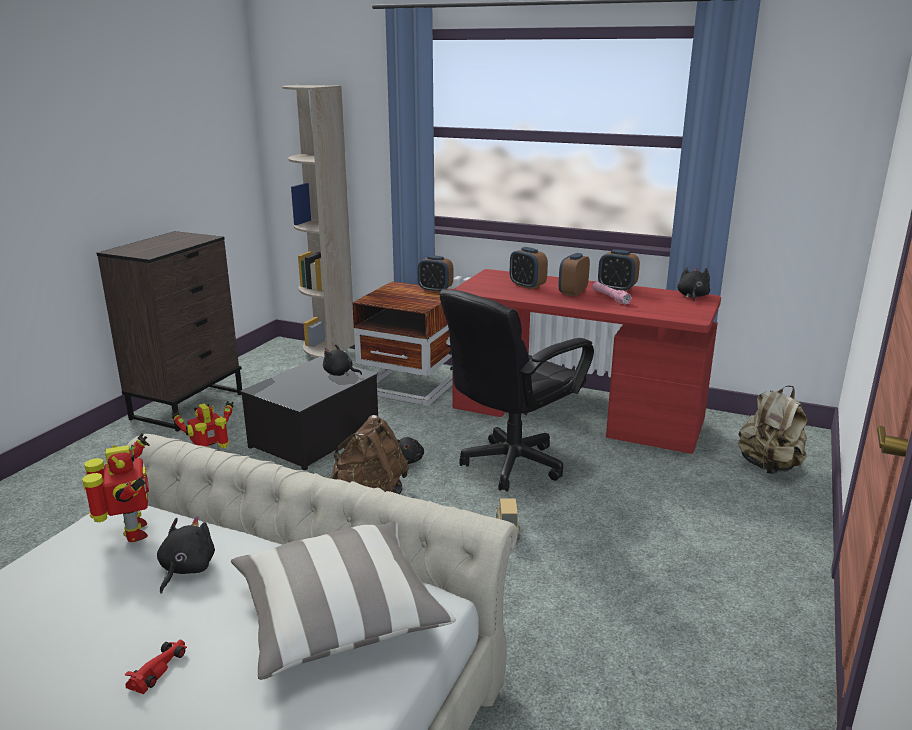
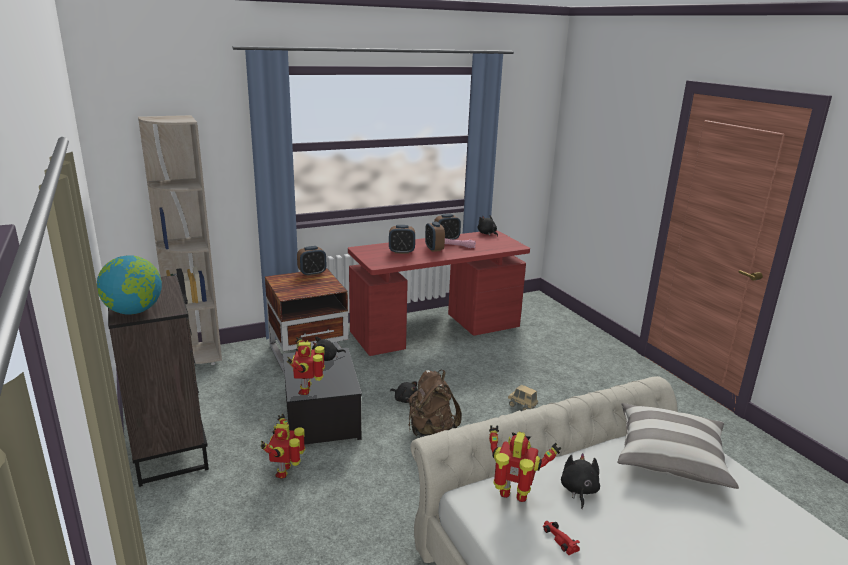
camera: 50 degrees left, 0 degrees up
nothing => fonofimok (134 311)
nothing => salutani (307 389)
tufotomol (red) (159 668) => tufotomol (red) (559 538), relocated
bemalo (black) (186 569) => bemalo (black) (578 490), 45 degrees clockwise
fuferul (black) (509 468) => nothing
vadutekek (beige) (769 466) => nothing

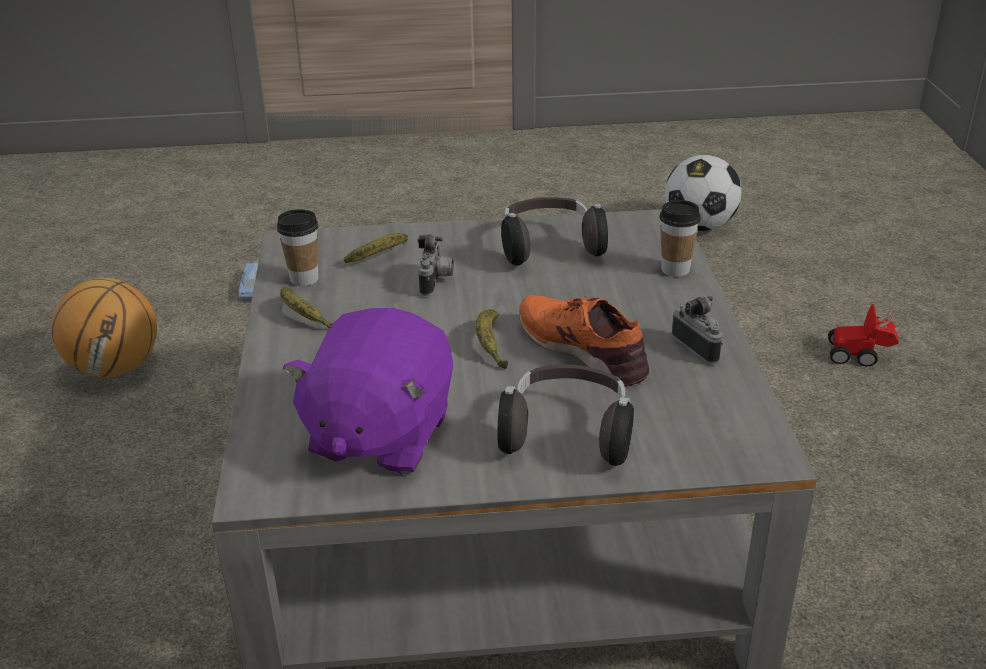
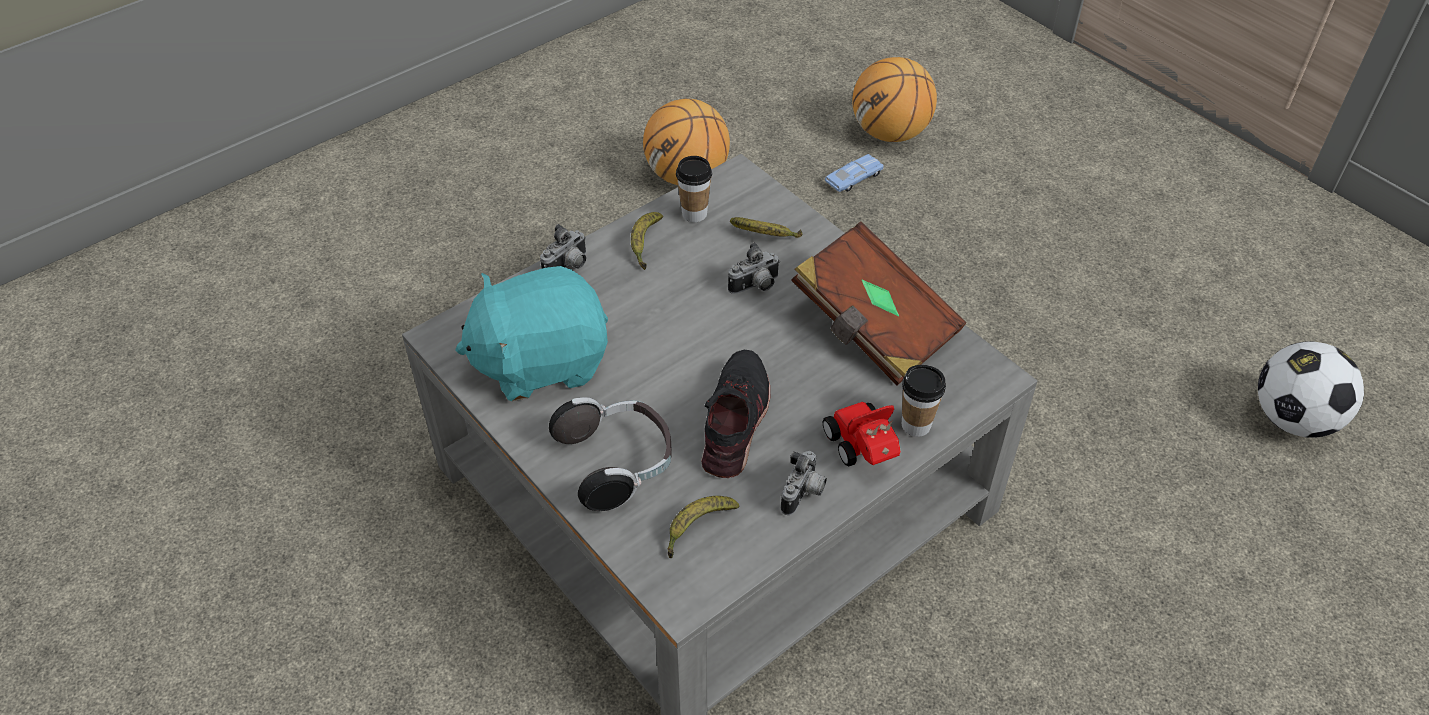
camera: 55 degrees right, 15 degrees up
bemalo (purple) (379 434) => bemalo (turquoise) (541 361)
nothing => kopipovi (568 267)
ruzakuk (490 345) => ruzakuk (697 528), relocated
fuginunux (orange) (584 349) => fuginunux (black) (737 421)
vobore (549 247) => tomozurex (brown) (873 326)
tufotomol (860 355) => tufotomol (863 450), relocated
nothing => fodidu (890 133)

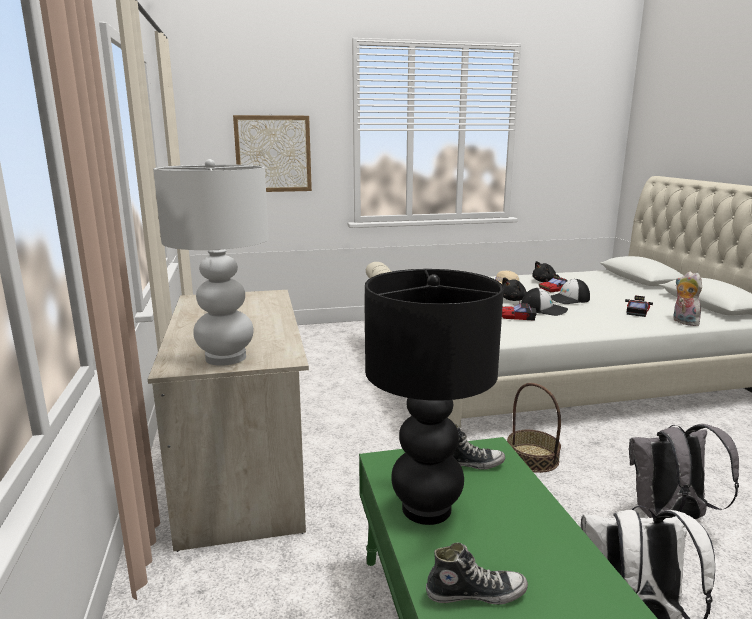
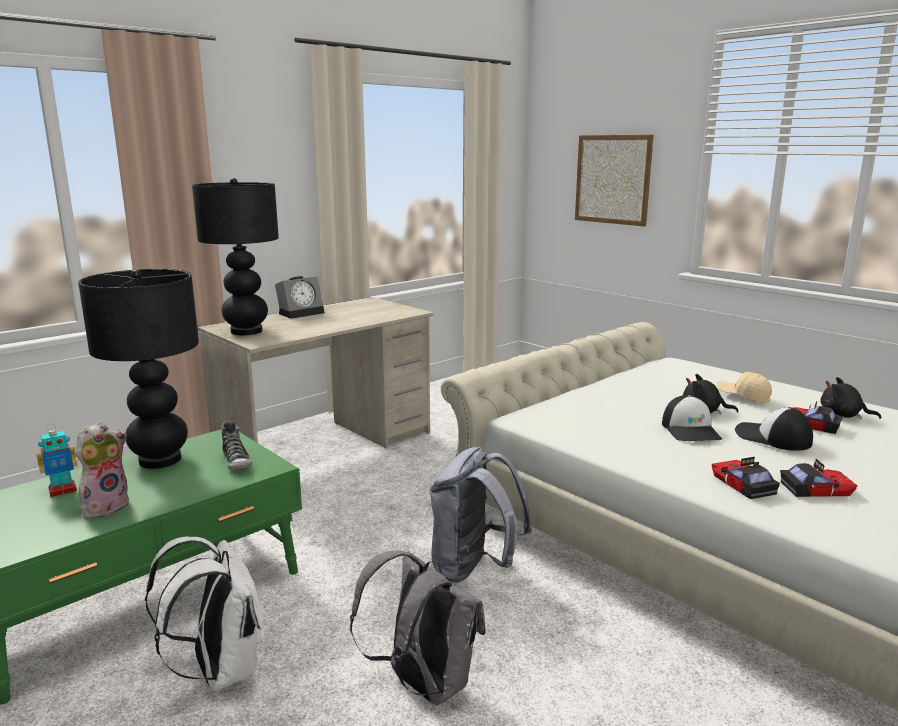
camera: 60 degrees right, 0 degrees up
fuginunux (475 593) => salutani (62 490)
bemalo (683 322) => bemalo (106 506), relocated
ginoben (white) (225 357) => ginoben (black) (247 331)
nothing => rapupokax (302 313)
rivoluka (532 458) => vadutekek (grey) (474 569)
tufotomol (517 316) => tufotomol (743 484), relocated

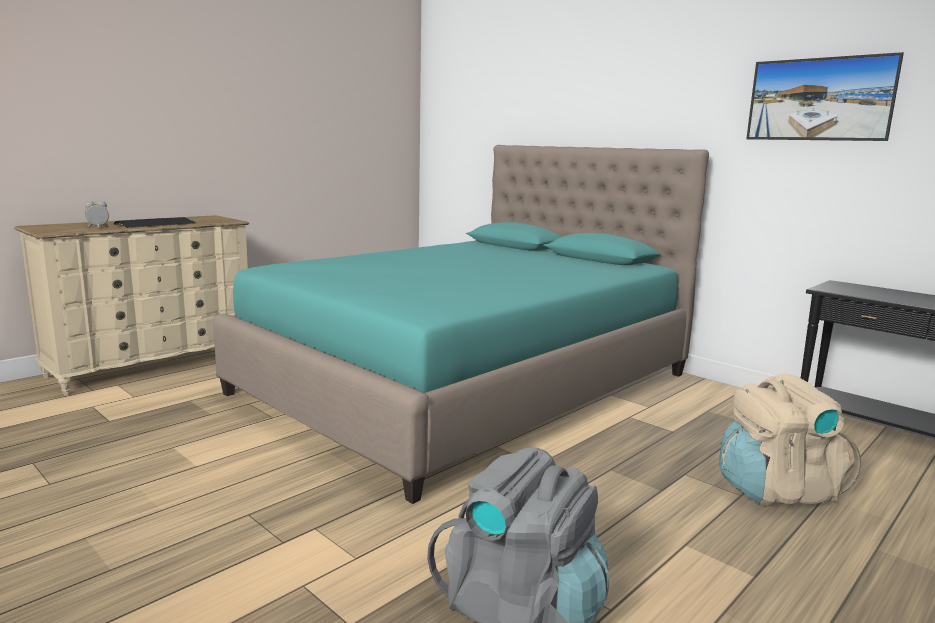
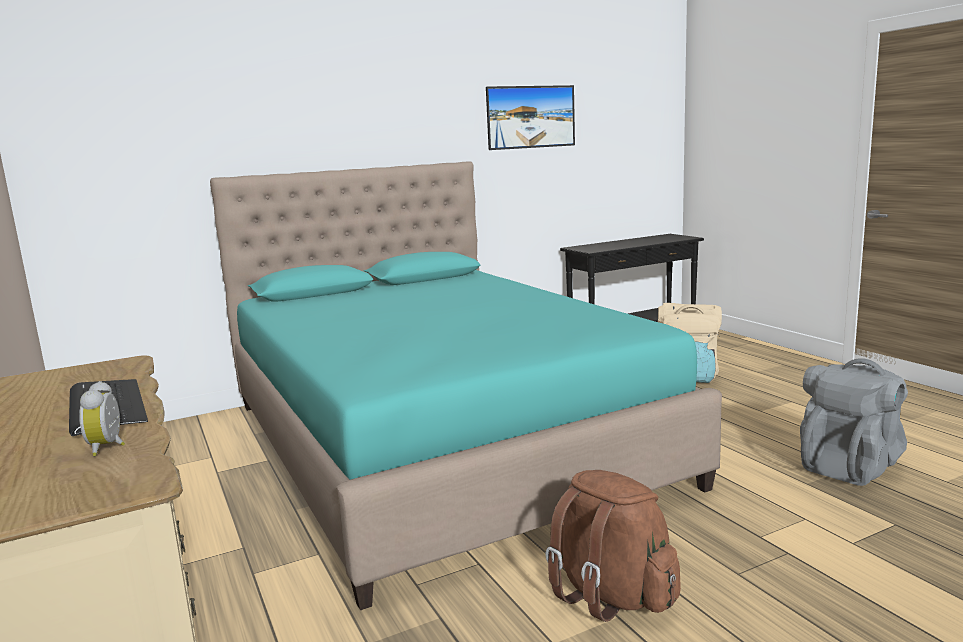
camera: 70 degrees left, 0 degrees up
nothing => vadutekek (brown) (611 594)

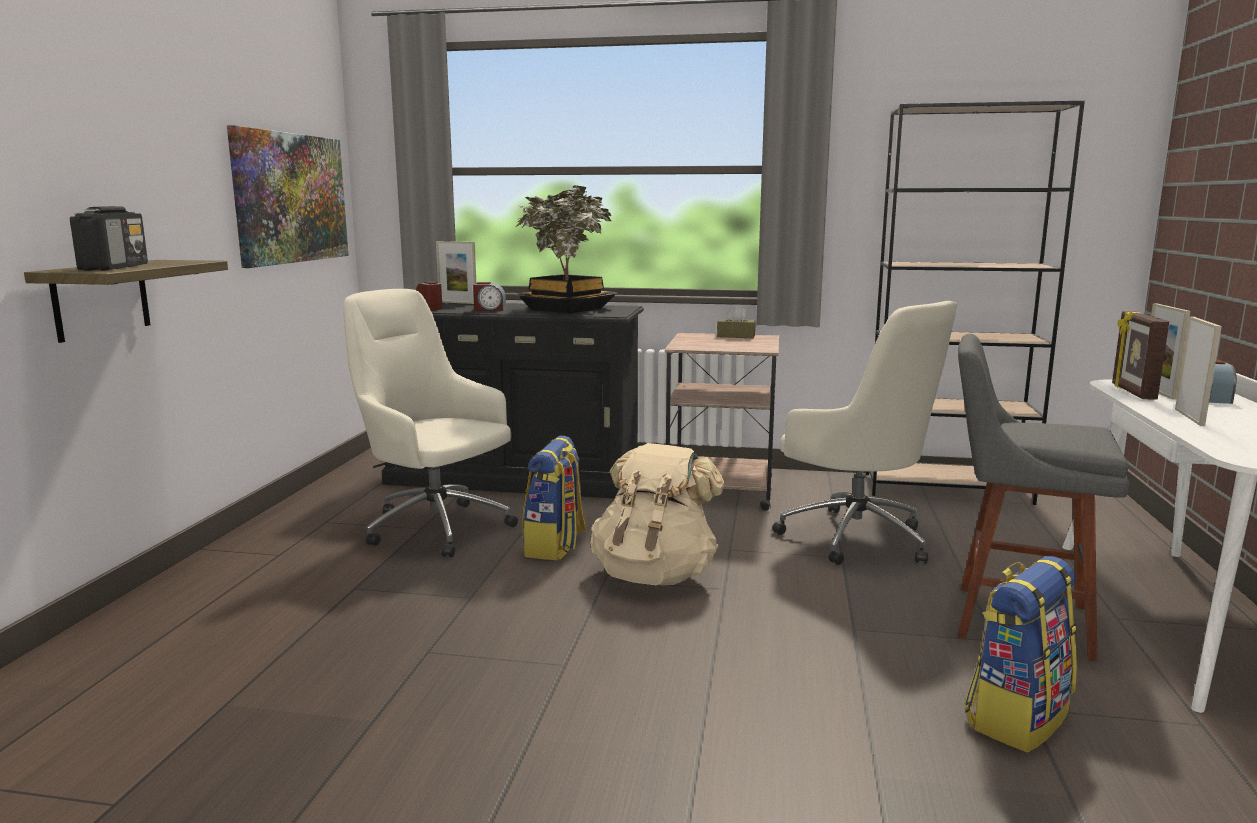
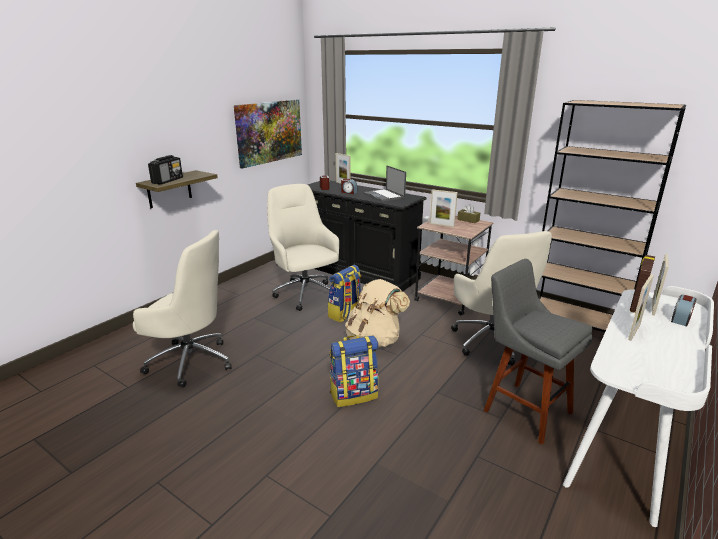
camera: 25 degrees right, 10 degrees up
nothing => fuferul (beige) (191 362)
vadutekek (1016 717) => vadutekek (354 394), relocated
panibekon (567 309) => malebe (384 196)
nothing => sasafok (441 225)

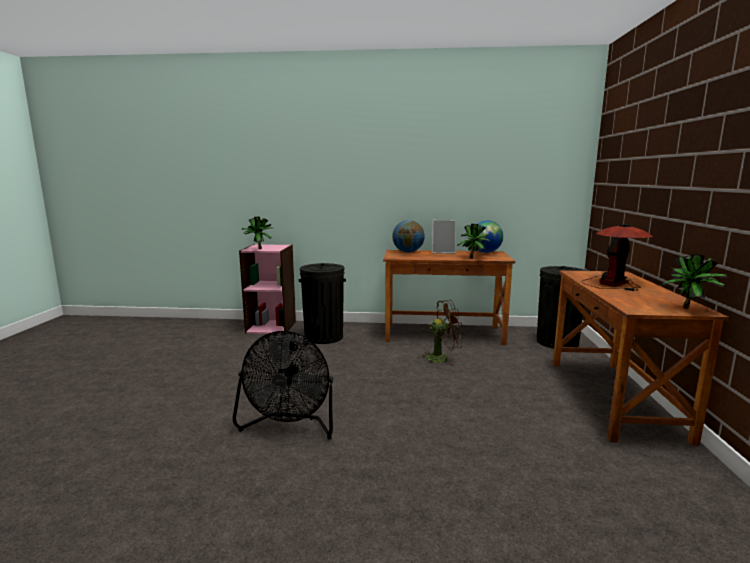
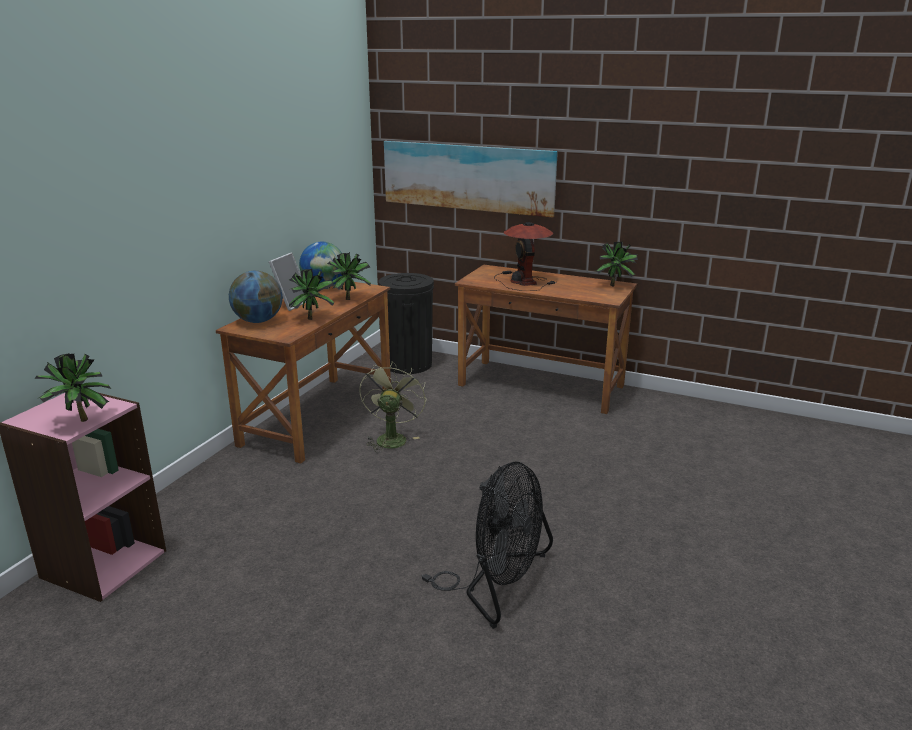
camera: 70 degrees left, 10 degrees up
nothing => panibekon (312 318)
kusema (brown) (442 358) => kusema (green) (392 438)
nothing => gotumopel (468 177)
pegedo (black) (324 337) => nothing

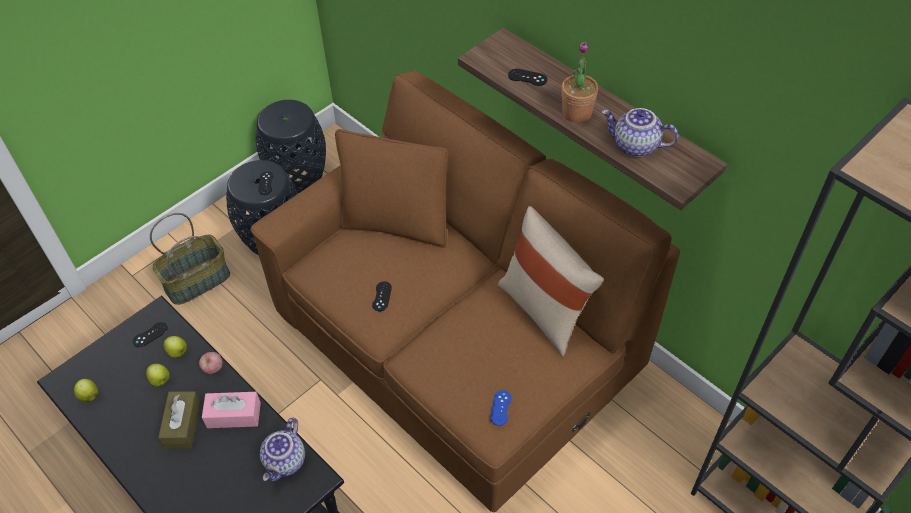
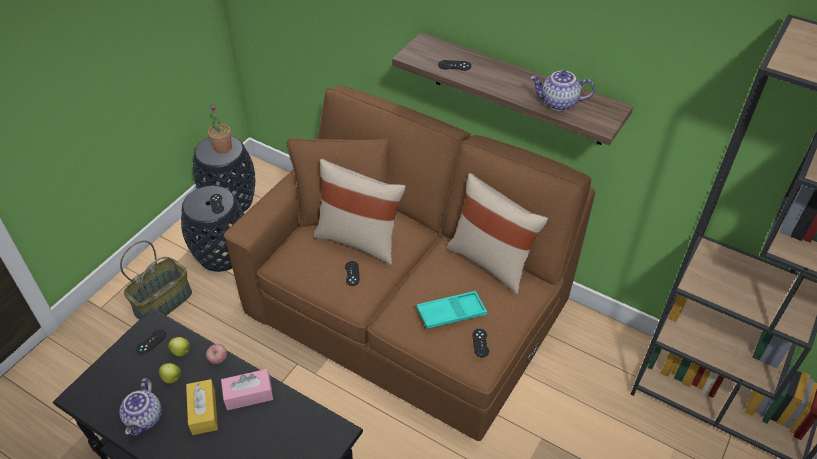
camera: 15 degrees left, 5 degrees down
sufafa (286 462) => sufafa (145 419), relocated
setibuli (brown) (182 425) => setibuli (yellow) (203 412)
panibekon (577 113) => panibekon (222 147), relocated
nothing => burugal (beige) (359 240)
nothing => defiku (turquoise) (451 313)
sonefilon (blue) (501 408) => sonefilon (black) (480 343)
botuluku (89 395) => nothing

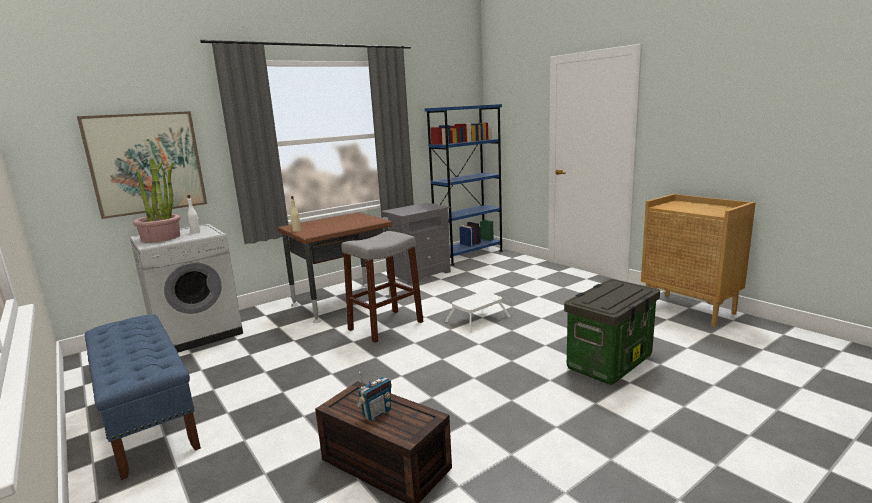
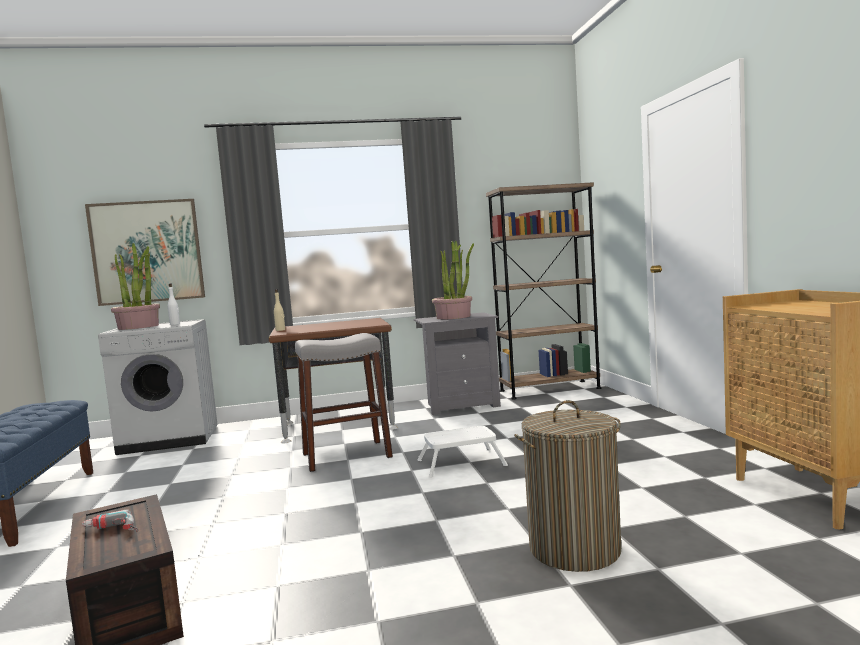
camera: 25 degrees right, 10 degrees down
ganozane (377 413) => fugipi (110 531)
nothing => panibekon (454 317)
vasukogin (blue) (469 255) => vasukogin (brown) (549 389)
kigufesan (609 362) => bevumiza (574 549)

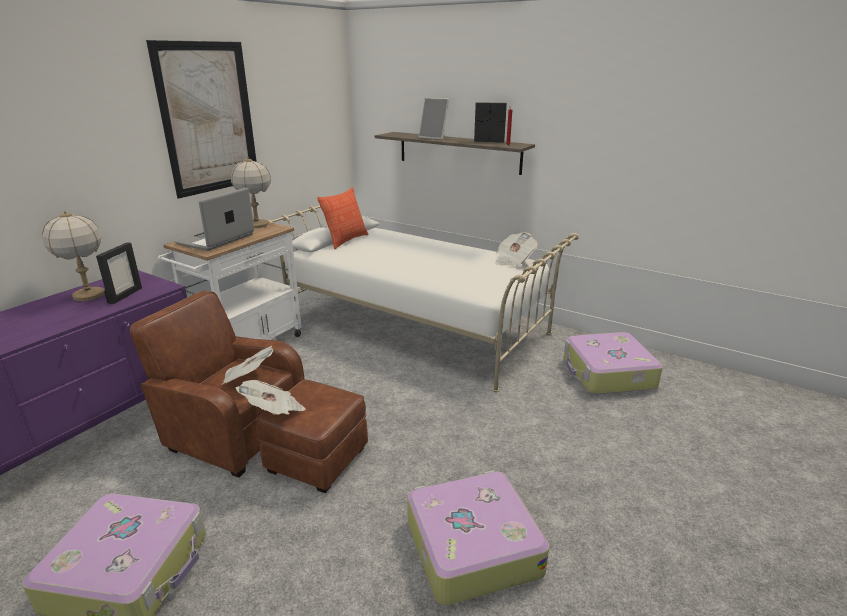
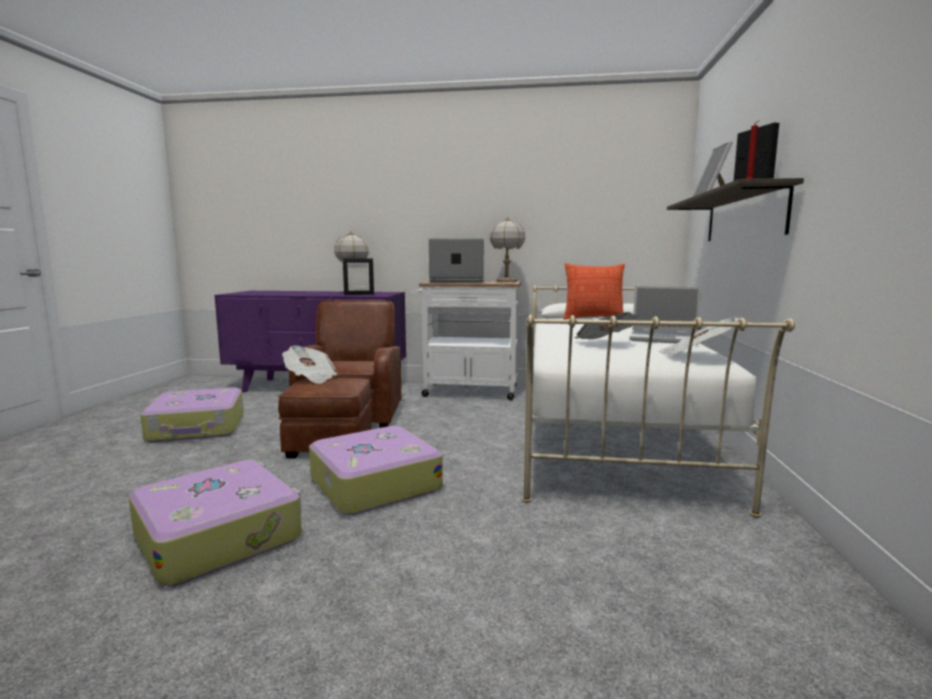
camera: 65 degrees right, 15 degrees down
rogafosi (607 374) => rogafosi (373 484), relocated
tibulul (248 377) => tibulul (604 343), relocated
nothing => malebe (665 339)
gotumopel (209 118) => nothing

